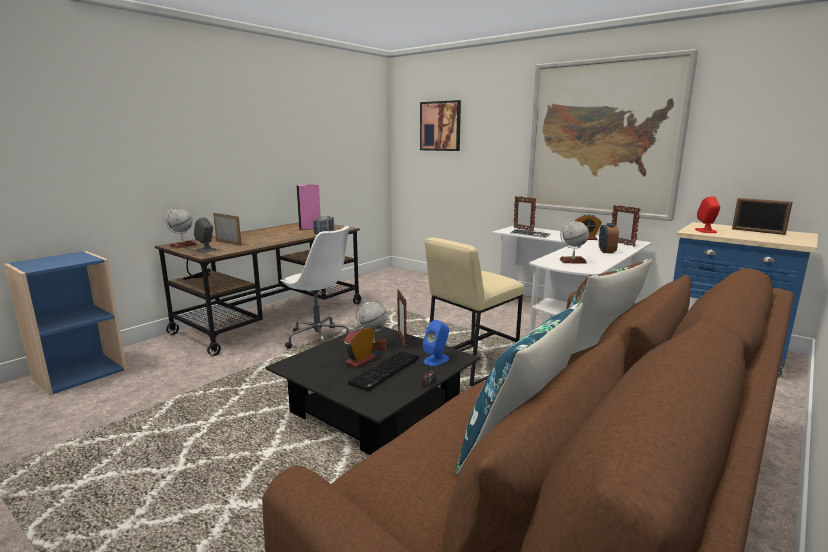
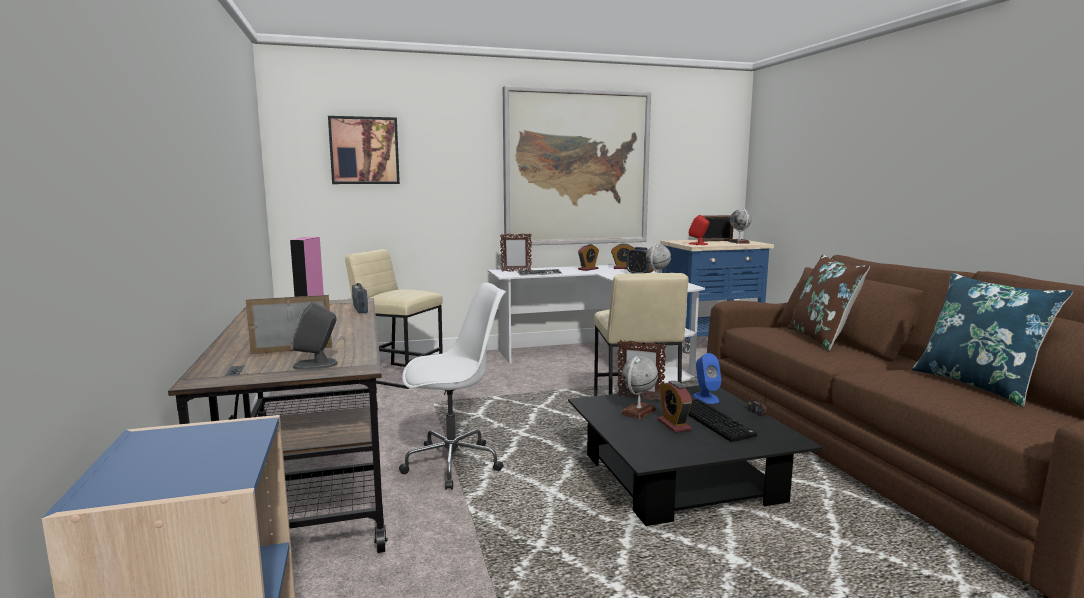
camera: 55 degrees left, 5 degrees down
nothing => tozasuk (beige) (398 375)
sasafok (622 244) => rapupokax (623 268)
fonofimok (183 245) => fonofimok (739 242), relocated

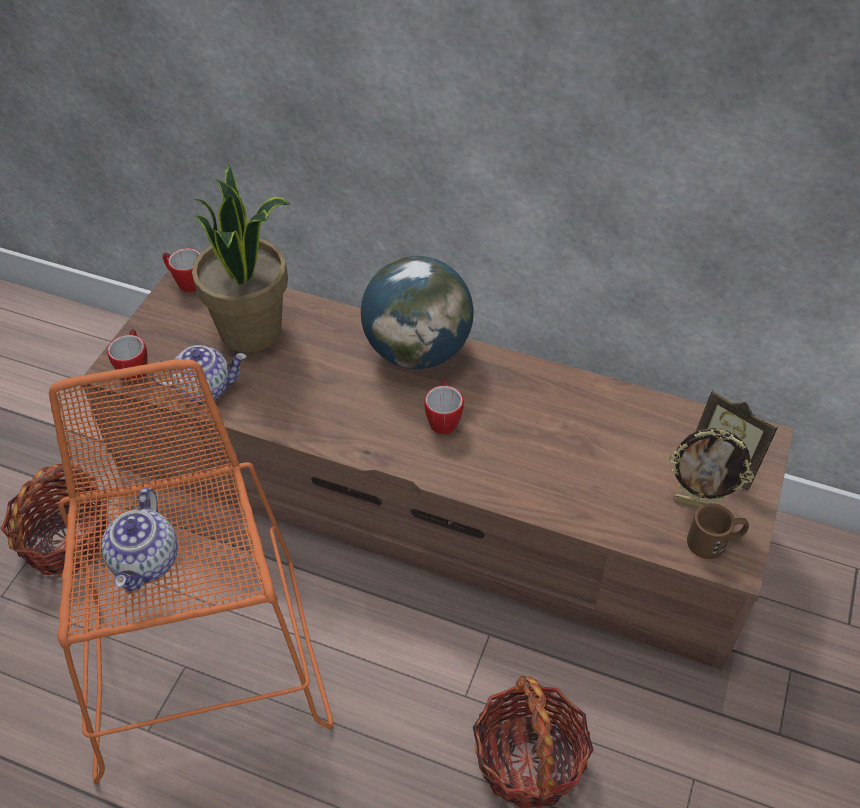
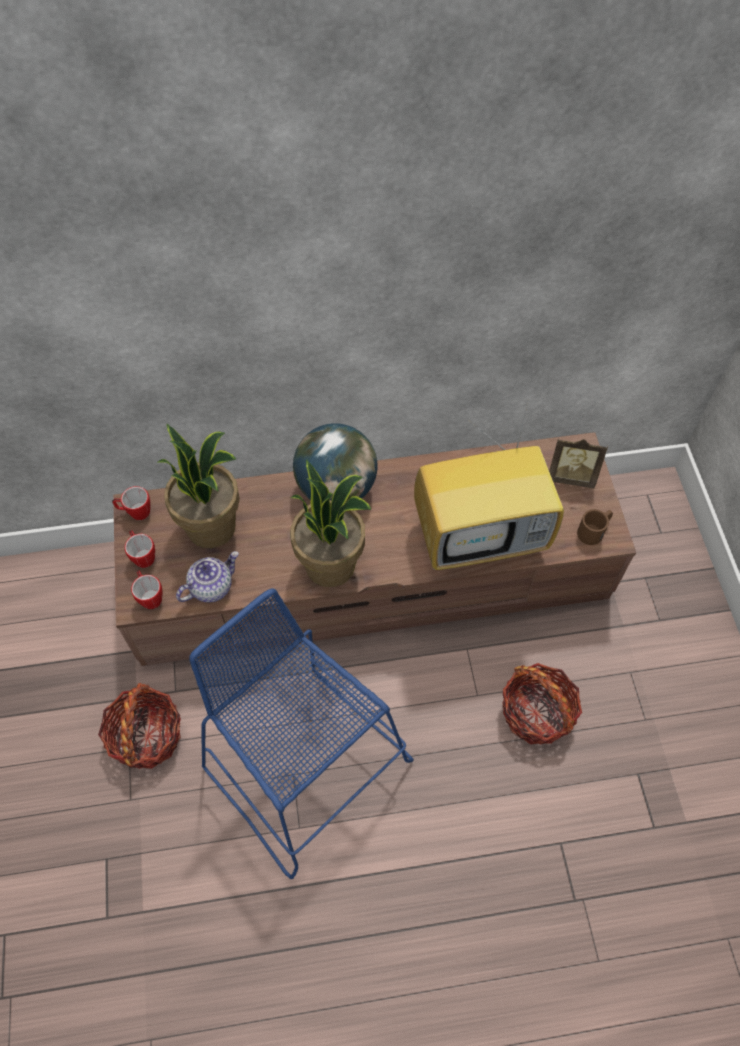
camera: 30 degrees left, 10 degrees up
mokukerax (443 419) => mokukerax (142 555), relocated
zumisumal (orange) (207 669) => zumisumal (blue) (308 768)
nothing => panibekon (331 565)
nothing => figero (482 534)
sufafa (146 561) => nothing
sasafok (697 504) => nothing

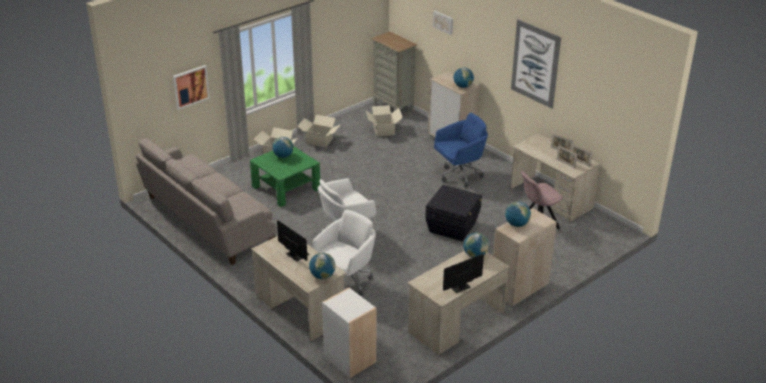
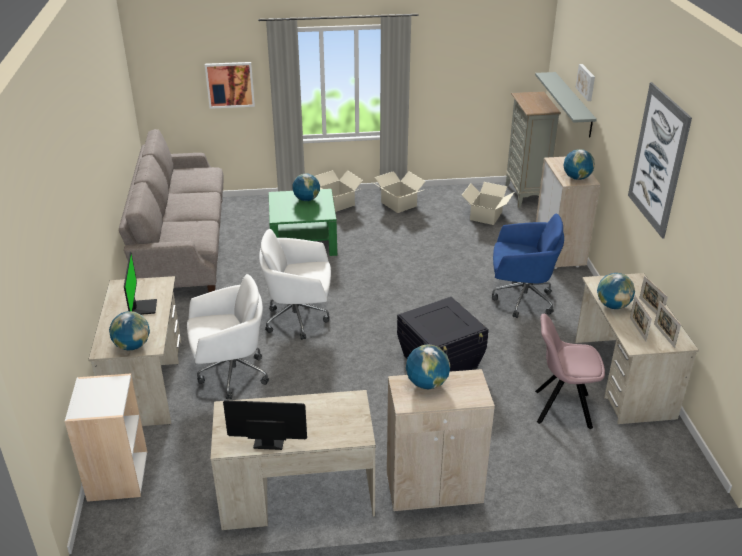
camera: 35 degrees right, 0 degrees up
nothing => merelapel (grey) (573 104)
fonofimok (475 255) => fonofimok (613 305), relocated

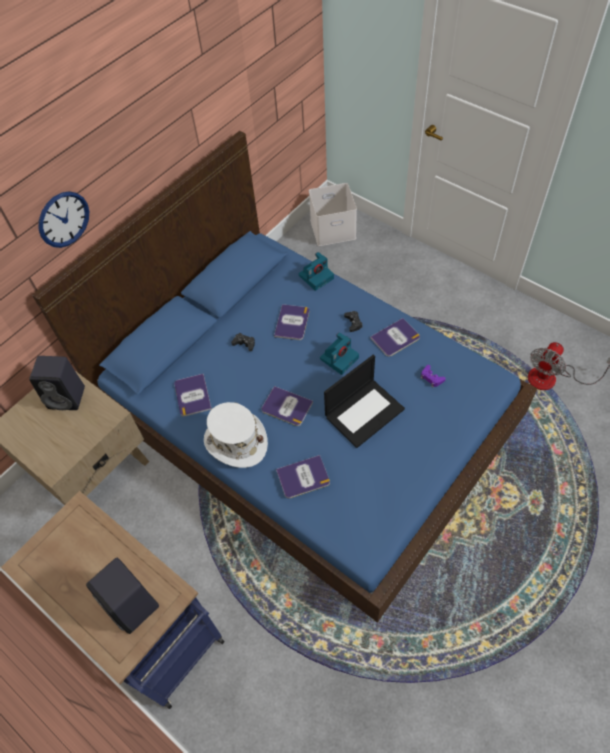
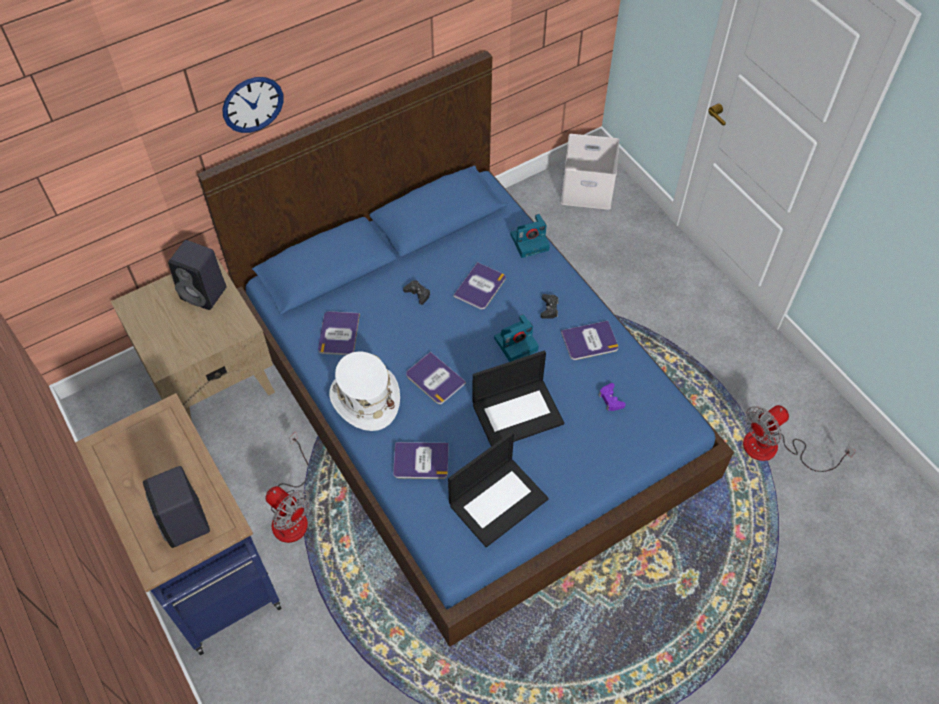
camera: 15 degrees right, 0 degrees up
nothing => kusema (292 512)
nothing => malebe (498 500)

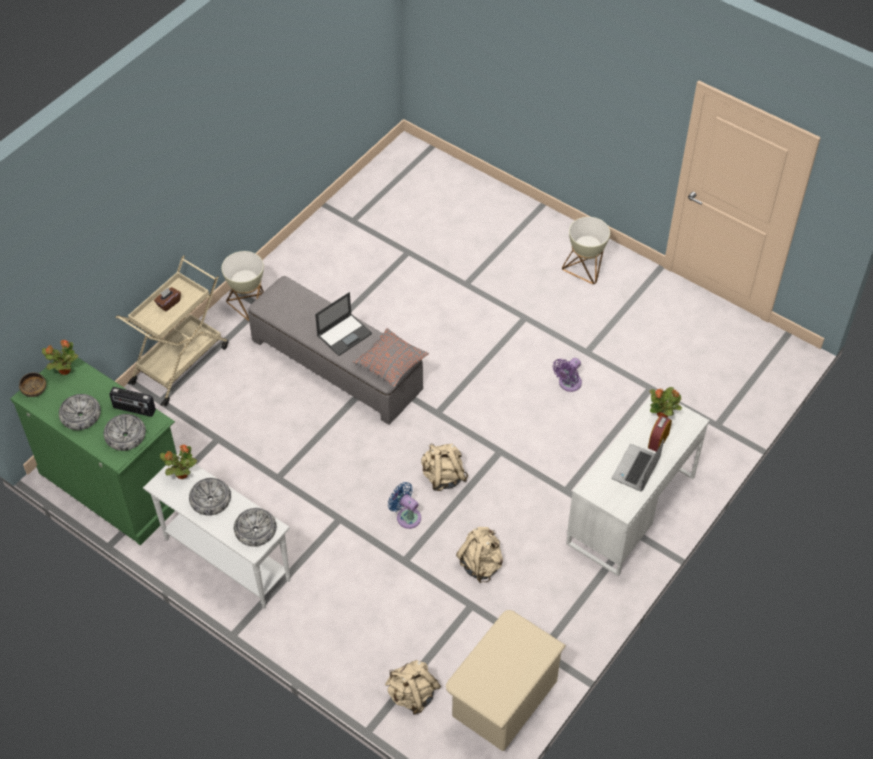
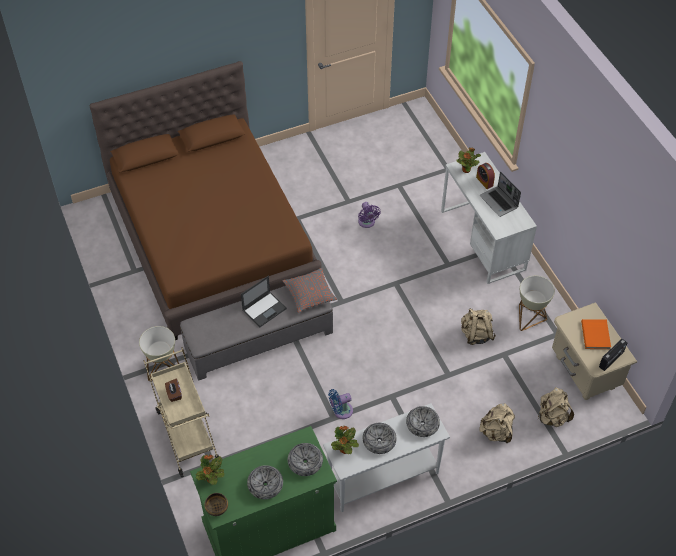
camera: 60 degrees left, 0 degrees up
nothing => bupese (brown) (213 240)
malebe (344 334) => malebe (264 309), 60 degrees clockwise
kusema (blue) (406 516) => kusema (blue) (341 411), relocated
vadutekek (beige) (443 476) => vadutekek (beige) (496 432), relocated
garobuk (584 271) => garobuk (530 318), relocated
nothing => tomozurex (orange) (596 335)
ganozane (134 409) => ganozane (611 360), relocated

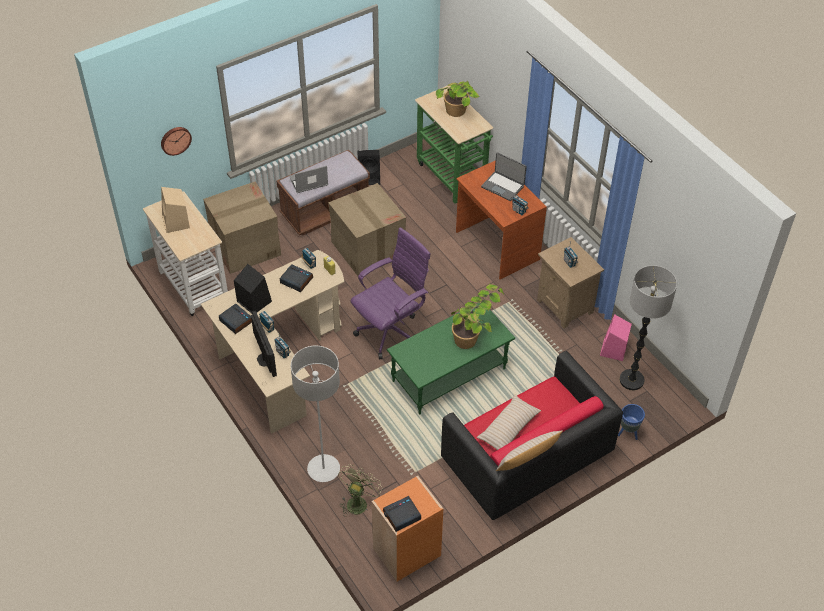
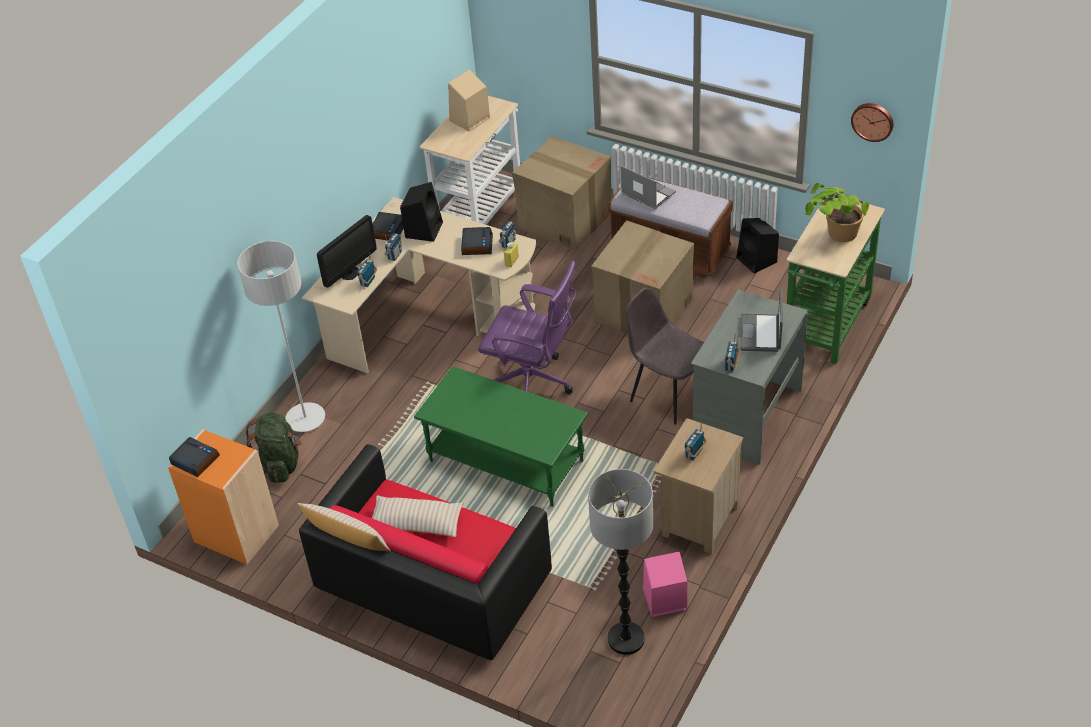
camera: 65 degrees right, 5 degrees down
kusema (green) (358 501) => vadutekek (green) (280 464)
nothing => tozasuk (grey) (668 393)
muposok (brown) (496 246) => muposok (grey) (746 415)
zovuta (175 140) => zovuta (873 121), relocated
panibekon (475 335) => nothing
garobuk (blue) (628 433) => nothing

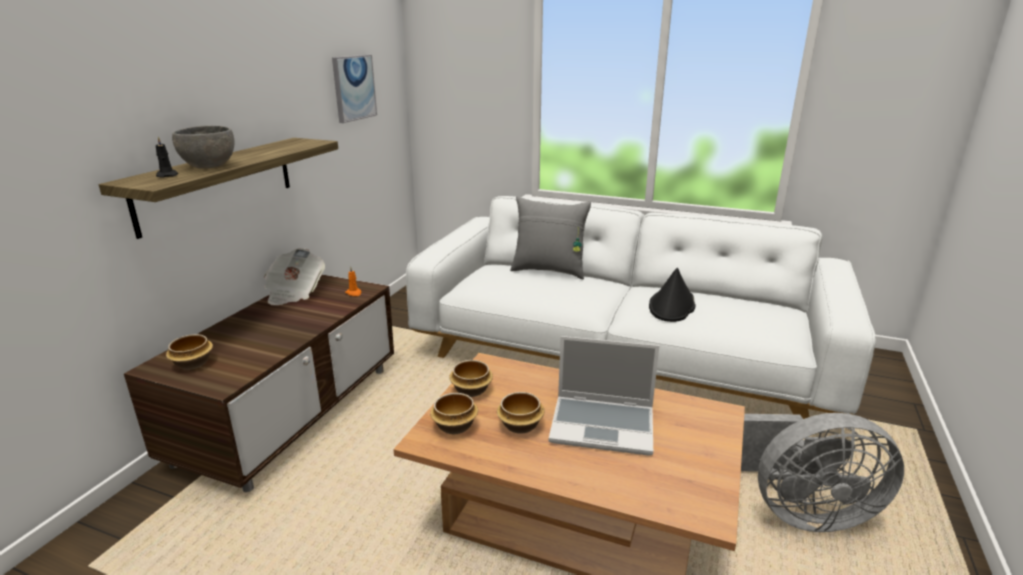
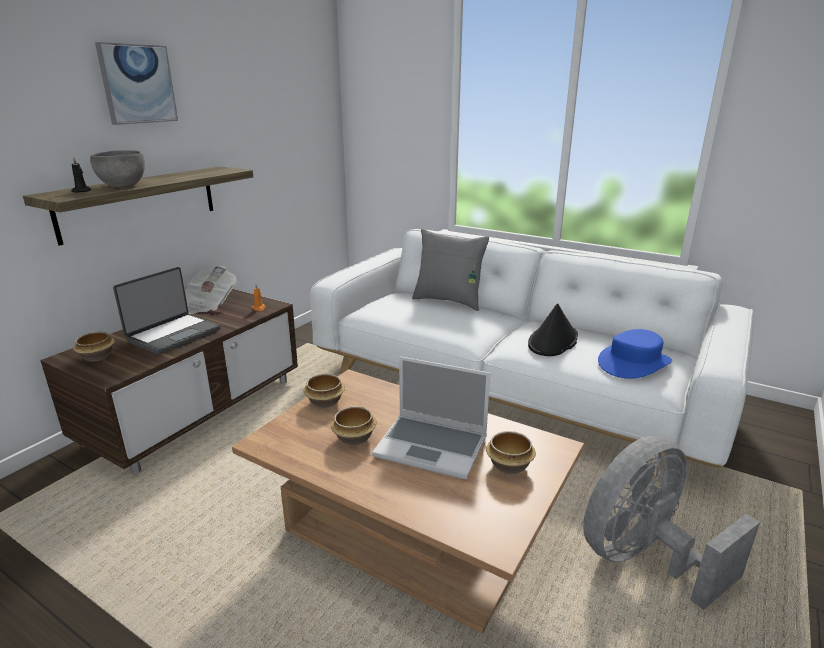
camera: 10 degrees right, 0 degrees up
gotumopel (354 88) => gotumopel (138 84), relocated
nothing => malebe (173 334)
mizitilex (455 427) => mizitilex (509 466), relocated
kusema (grey) (802 512) => kusema (grey) (644 558), 135 degrees clockwise
nothing => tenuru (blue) (633 363)

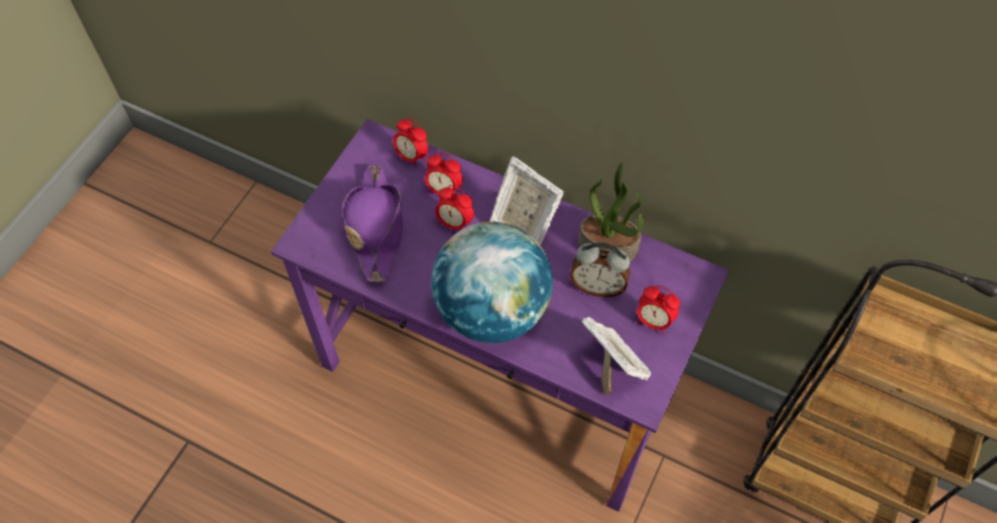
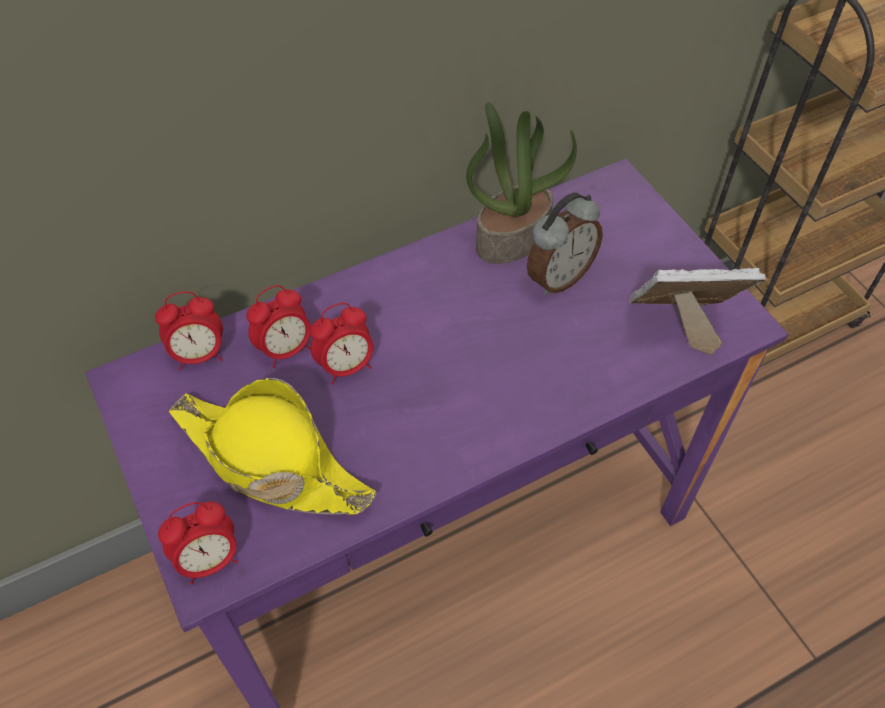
camera: 55 degrees left, 5 degrees down
rapupokax (653 321) => rapupokax (209 560), relocated
tenuru (purple) (376 227) => tenuru (yellow) (270 460)
fonofimok (492 310) => nothing
sasafok (522 227) => nothing

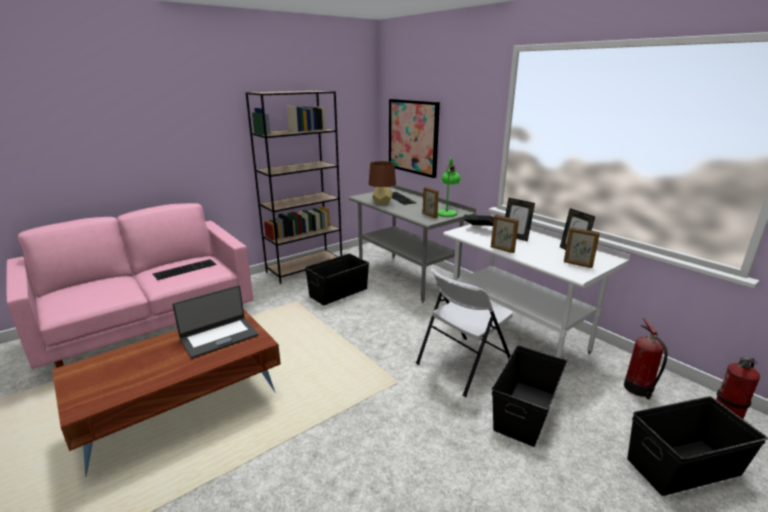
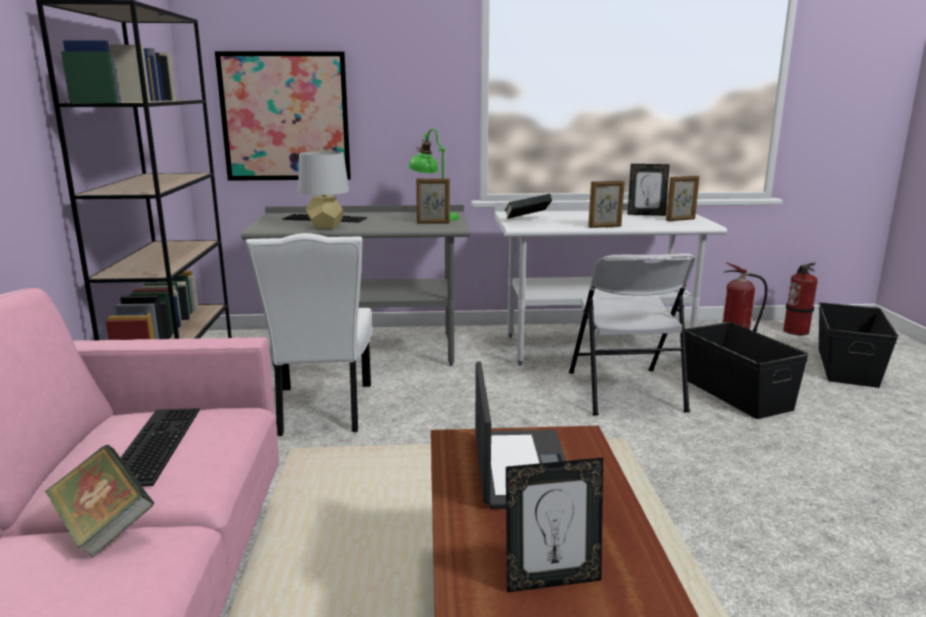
camera: 55 degrees left, 5 degrees down
nothing => tomozurex (104 527)
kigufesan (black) (338 292) => tozasuk (white) (322 407)
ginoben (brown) (382 203) => ginoben (grey) (326 227)
sasafok (515 237) => sasafok (552 580), relocated

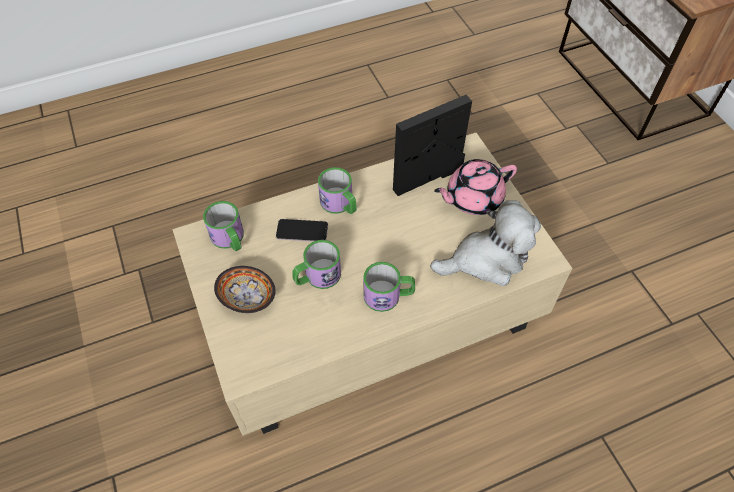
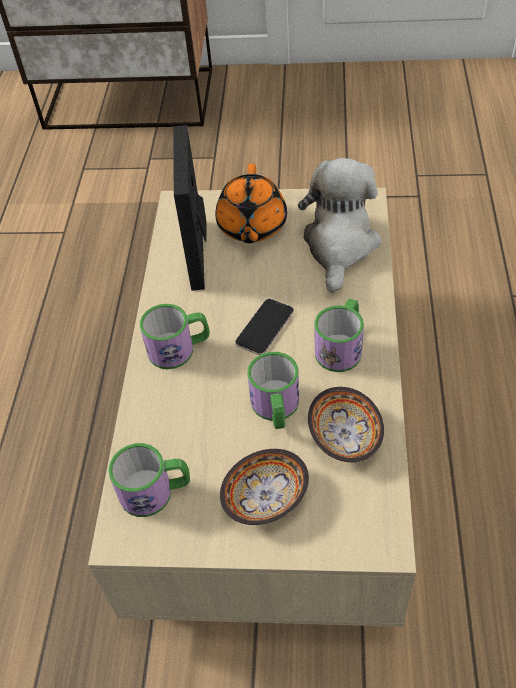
camera: 60 degrees left, 5 degrees down
sufafa (pink) (473 198) => sufafa (orange) (251 226)
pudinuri (302 231) => pudinuri (265 327), relocated
nothing => mizitilex (343 438)

